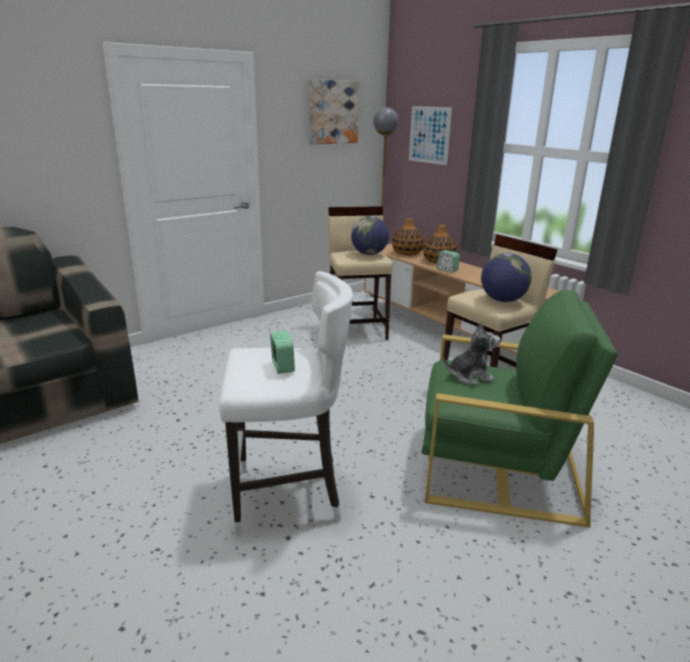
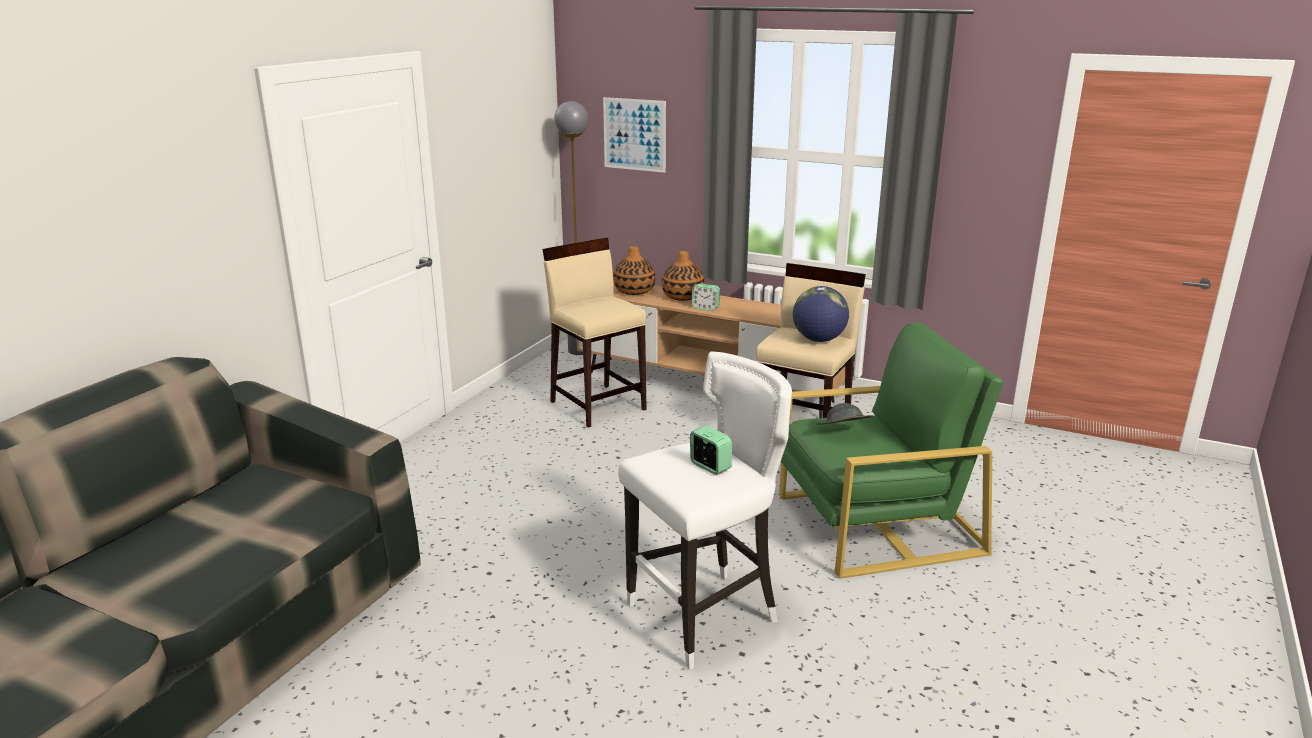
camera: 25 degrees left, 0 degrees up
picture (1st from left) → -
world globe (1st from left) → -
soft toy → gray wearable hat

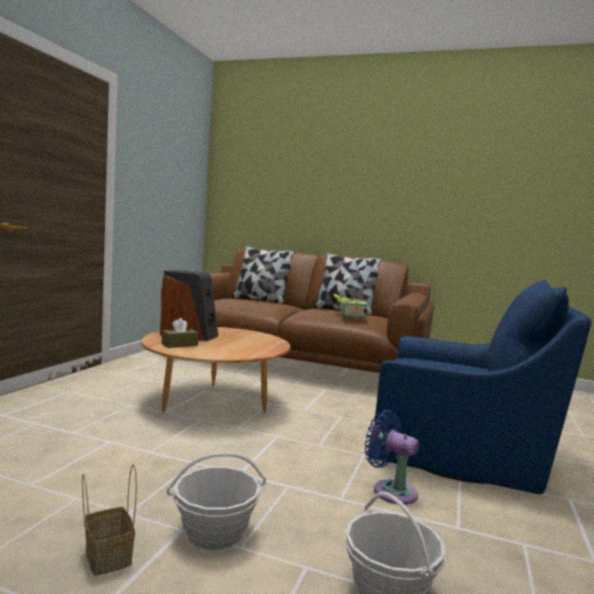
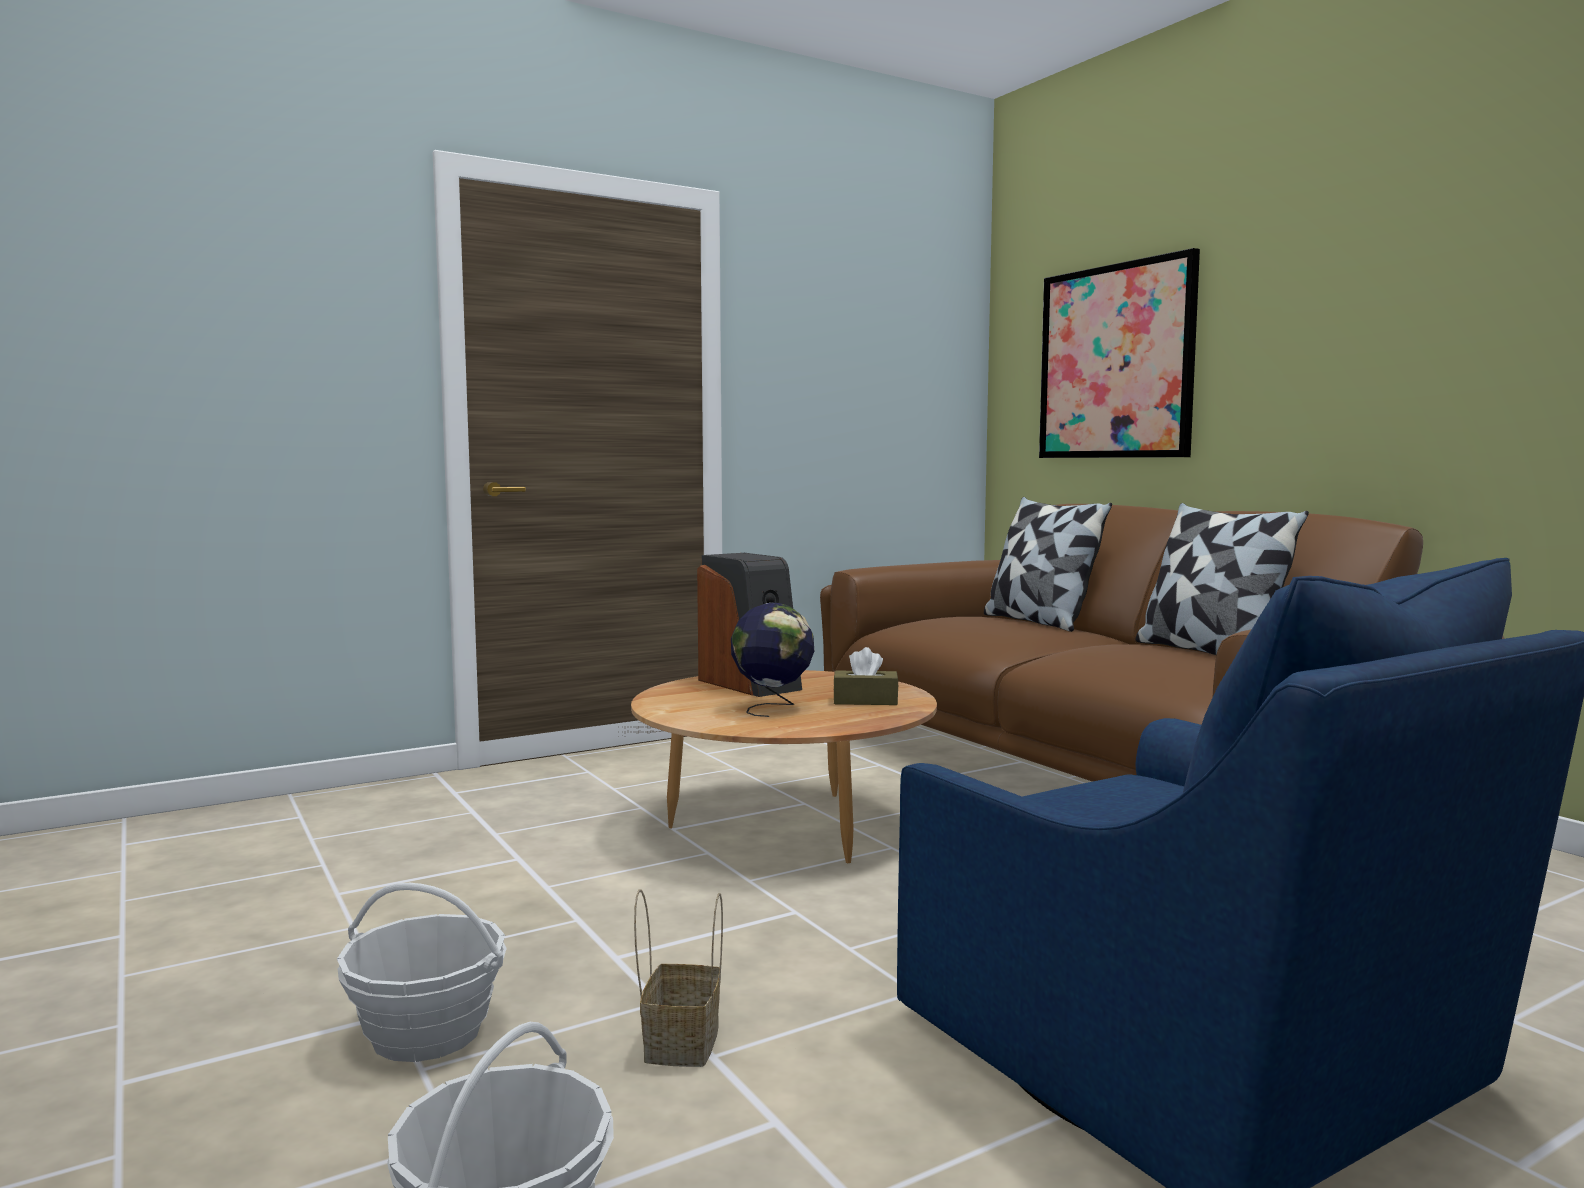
camera: 40 degrees right, 0 degrees up
book → -
blue electric fan → -
- → world globe
- → picture
household basket (1st from left in the first image) → household basket (3rd from left), move
brownish tissue holder, move

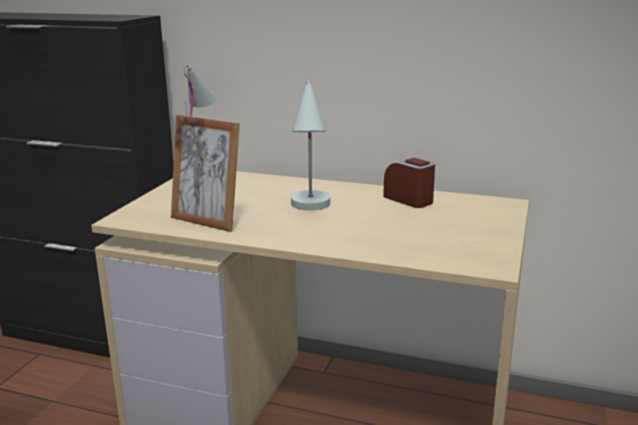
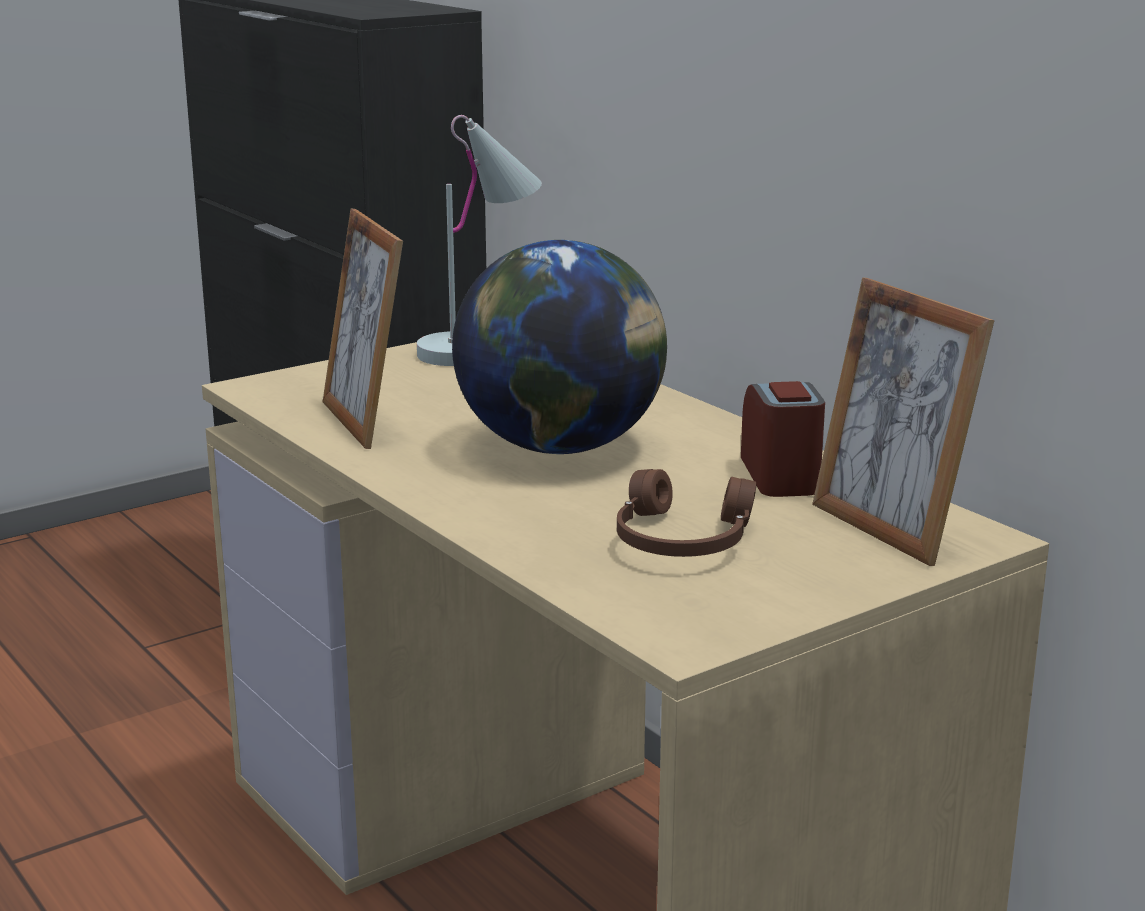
camera: 35 degrees right, 0 degrees up
- → brownish pair of headphones
- → photo frame (2nd from left)
white-coloured lamp for a table (2nd from left) → world globe

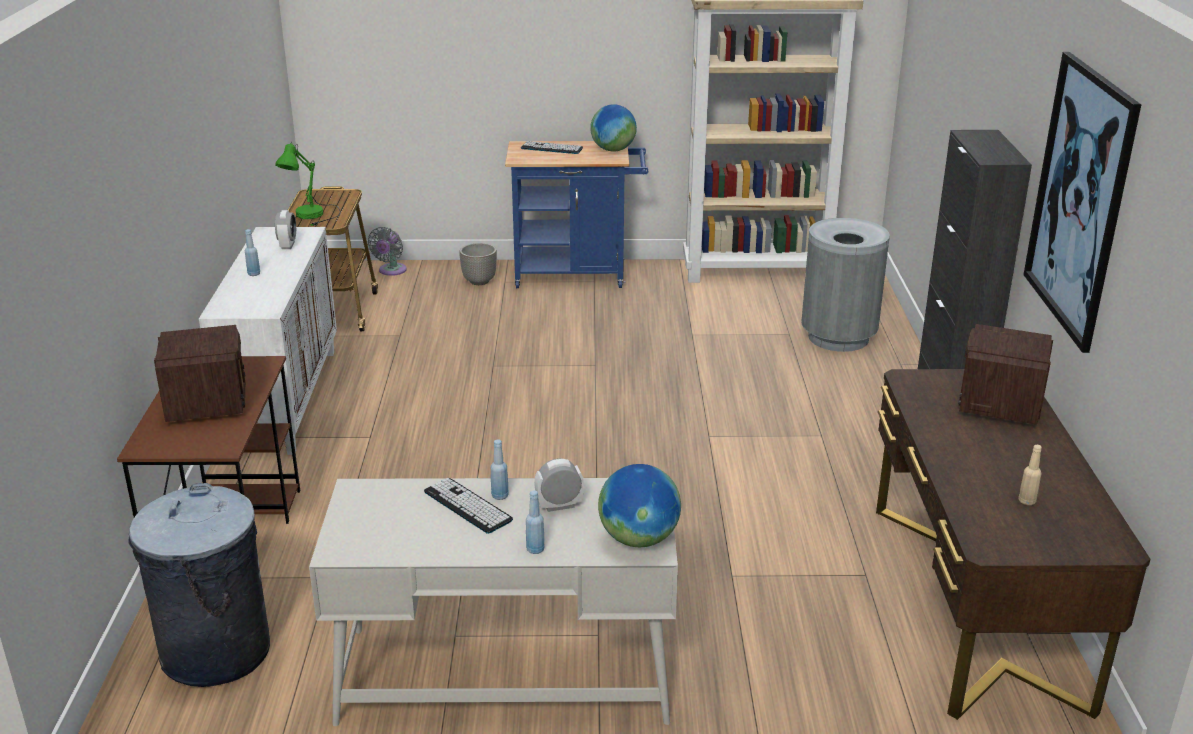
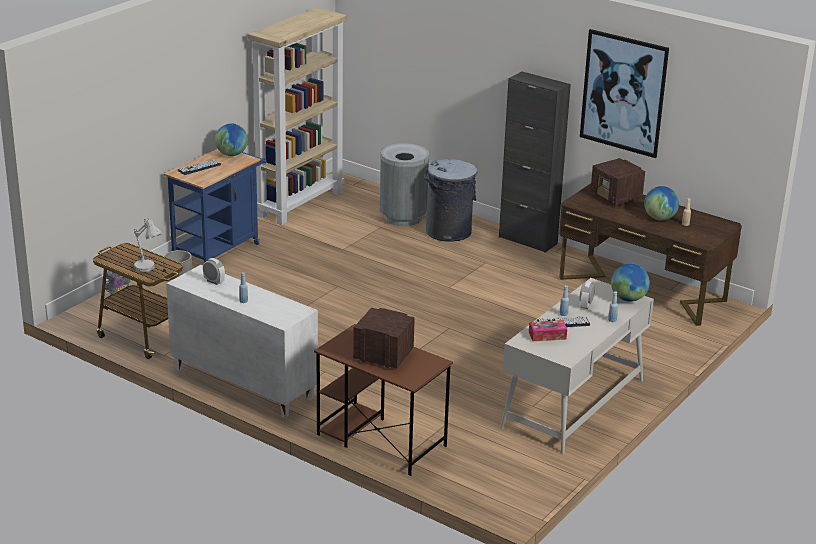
camera: 55 degrees left, 0 degrees up
- → tissue holder
- → world globe (3rd from left)
gray waste bin (1st from left in the first image) → gray waste bin (2nd from left), move
green-coloured lamp for a table → white-coloured lamp for a table

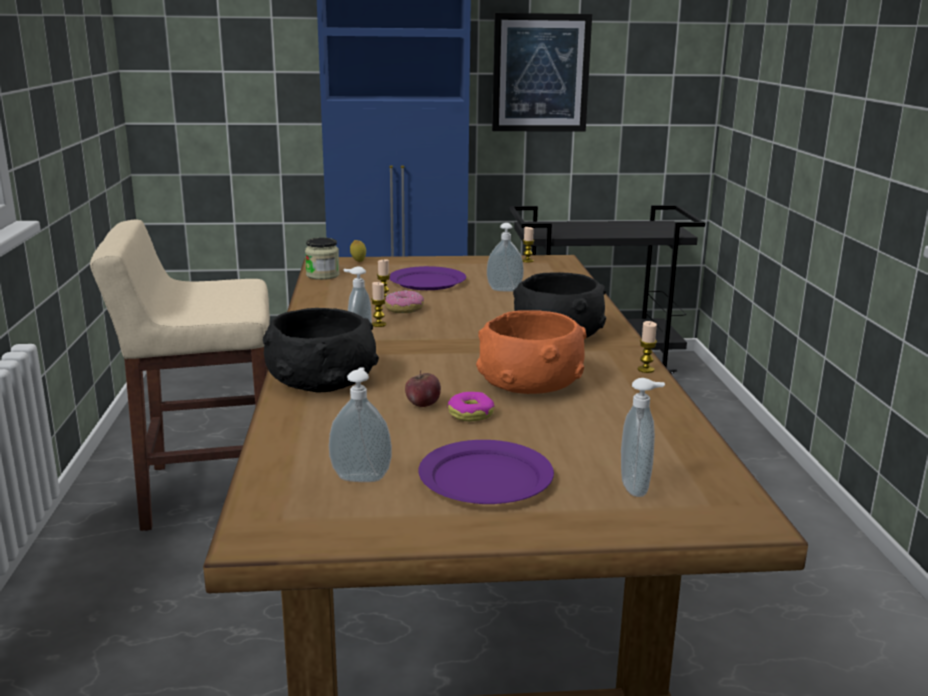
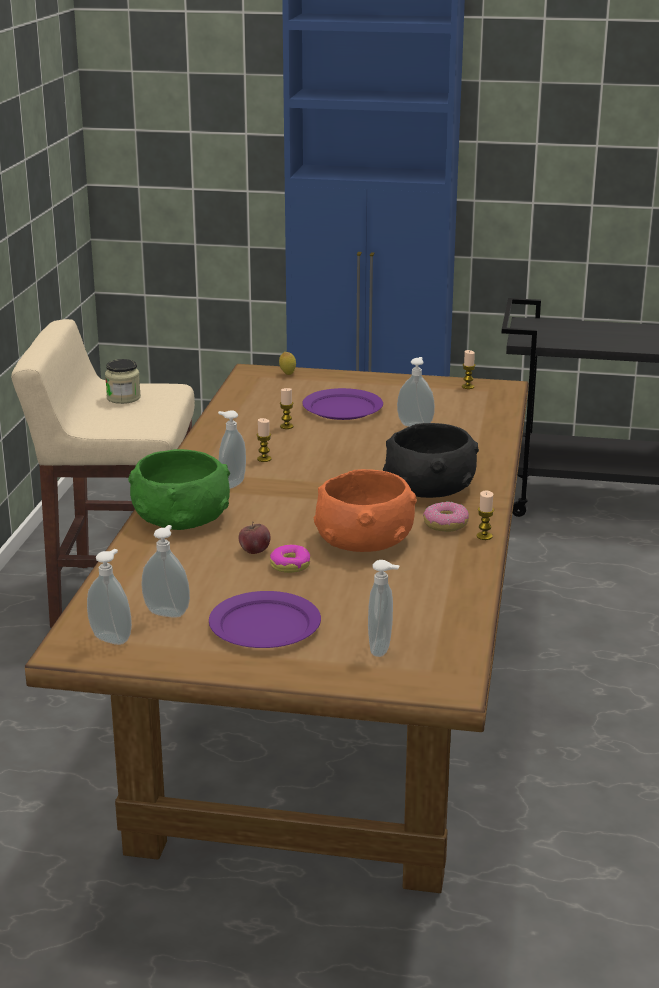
camera: 15 degrees right, 5 degrees up
picture → -
- → soap bottle (1st from left)
storage jar, move
donut (1st from left in the first image) → donut (2nd from left), move
black bowl (1st from left) → green-coloured bowl

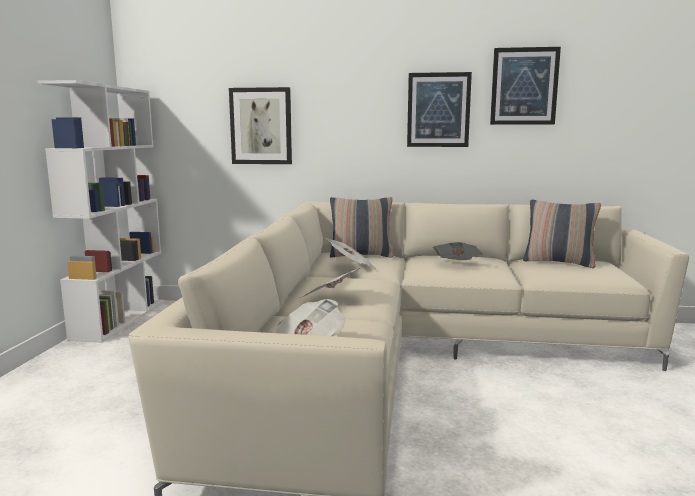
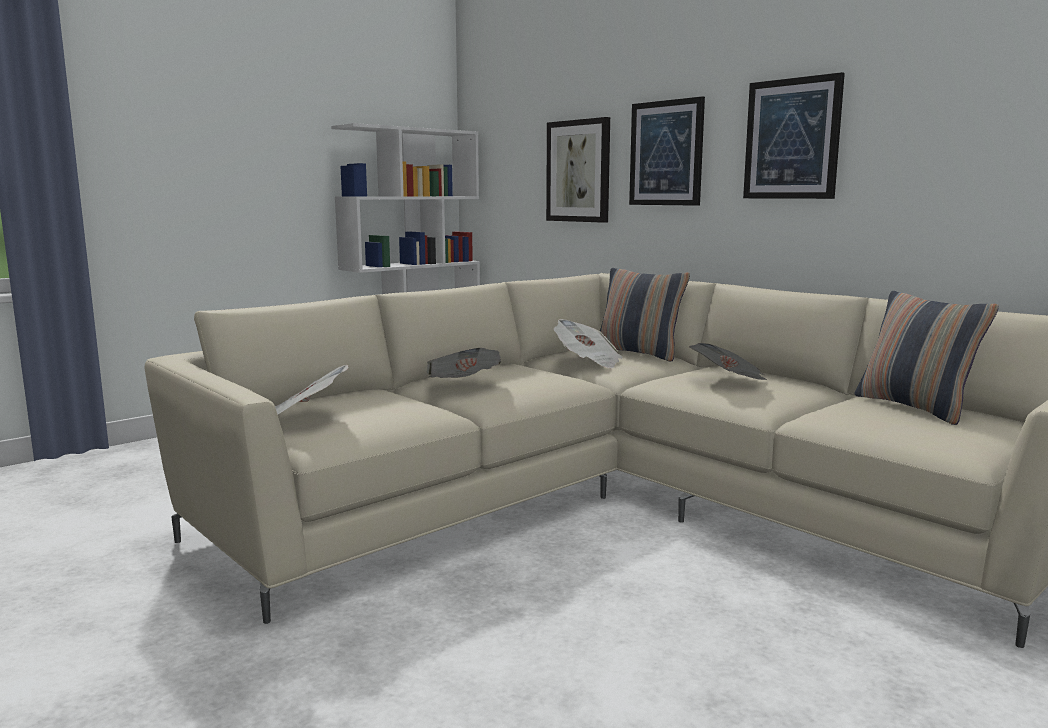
camera: 40 degrees right, 0 degrees up
picture (3rd from left in the first image) → picture (2nd from left), move

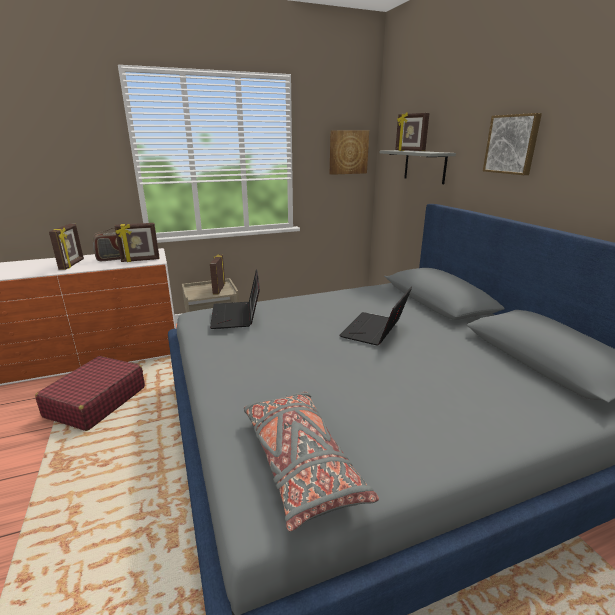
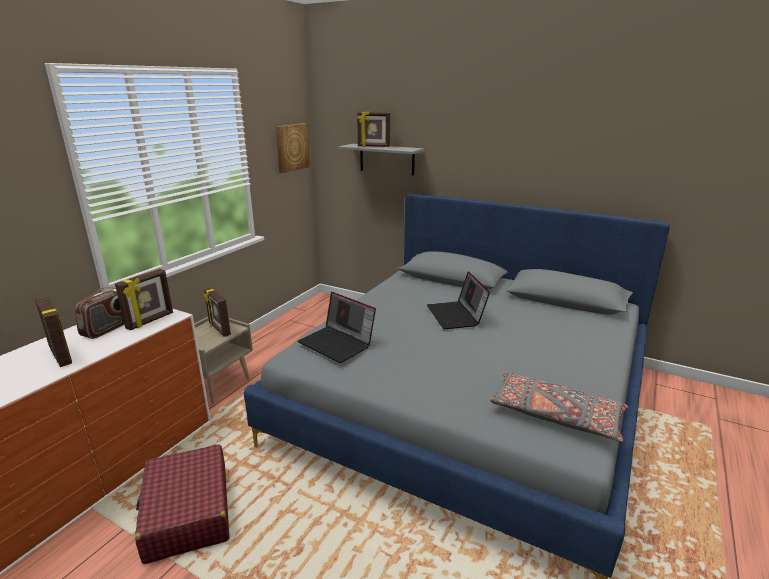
camera: 40 degrees left, 0 degrees up
picture (2nd from left) → -

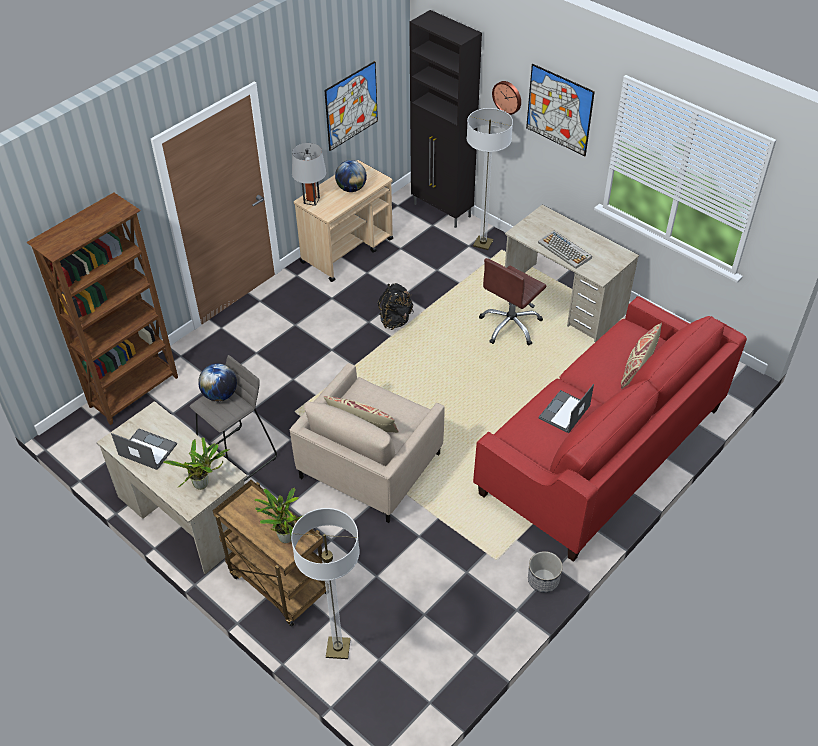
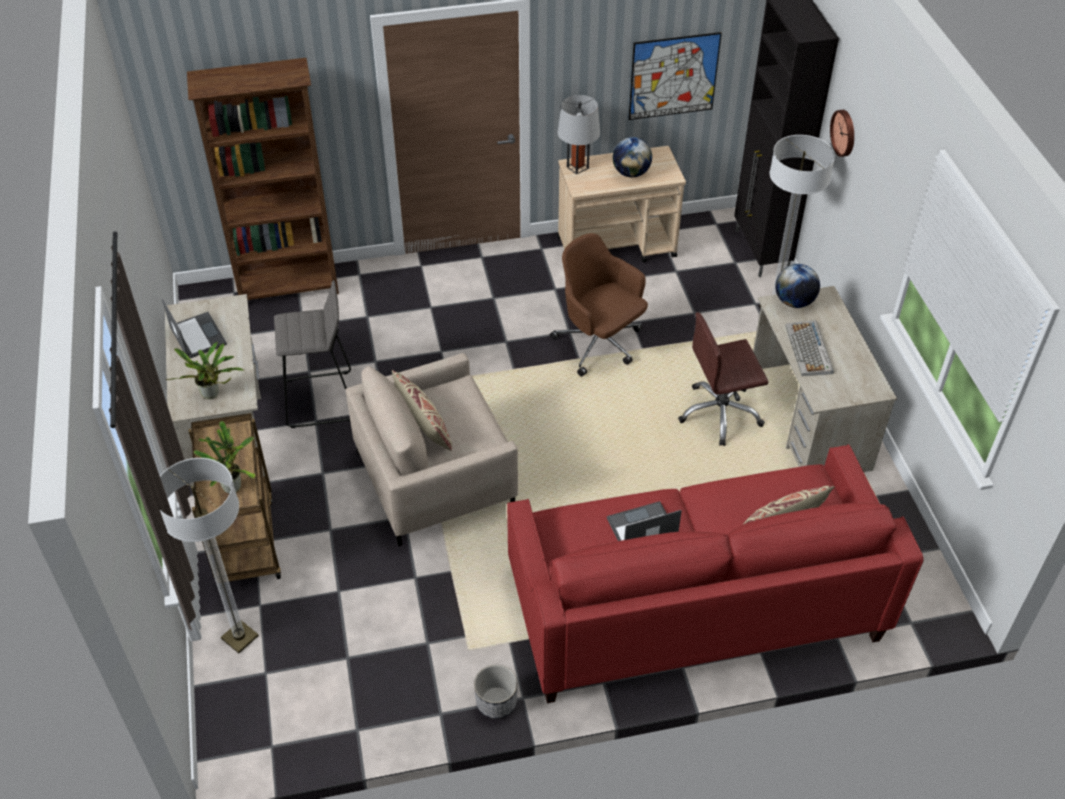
camera: 35 degrees right, 0 degrees up
picture (2nd from left) → -
world globe (1st from left in the first image) → world globe (2nd from left), move
black rucksack → brownish office chair (1st from left)

